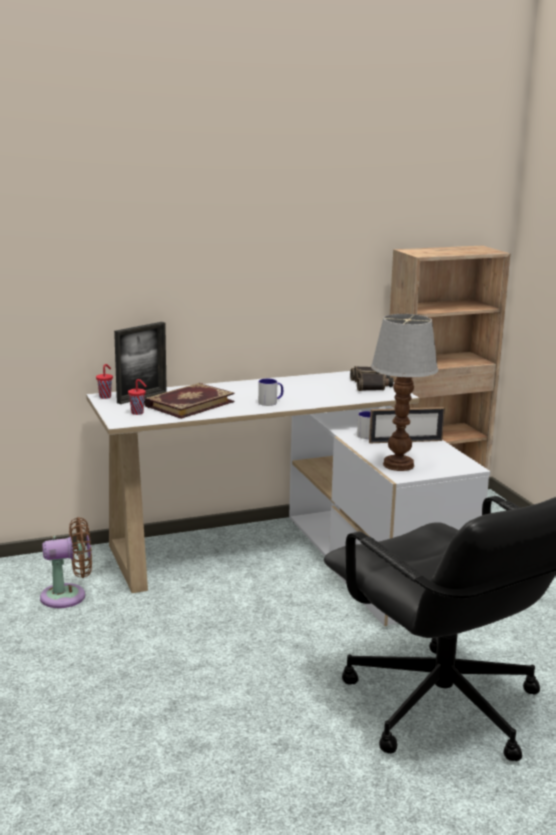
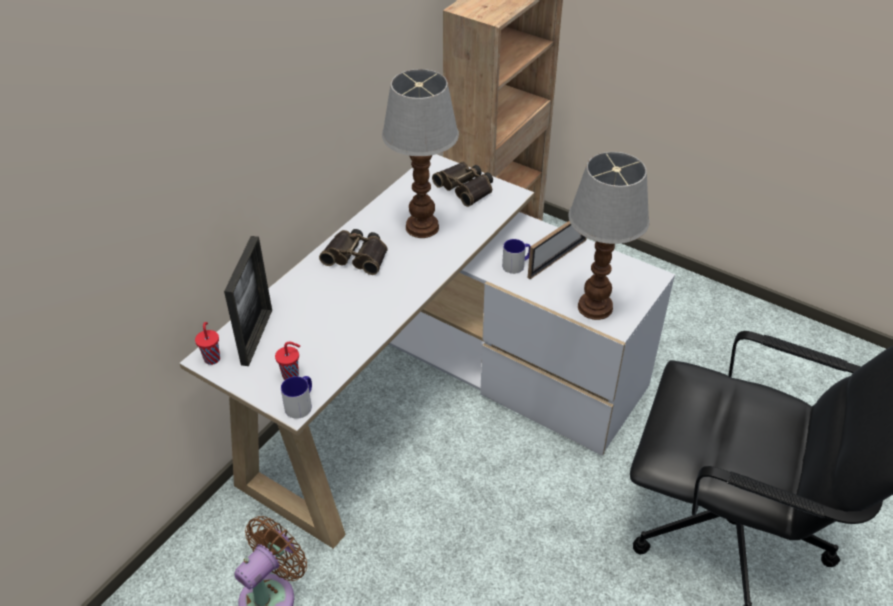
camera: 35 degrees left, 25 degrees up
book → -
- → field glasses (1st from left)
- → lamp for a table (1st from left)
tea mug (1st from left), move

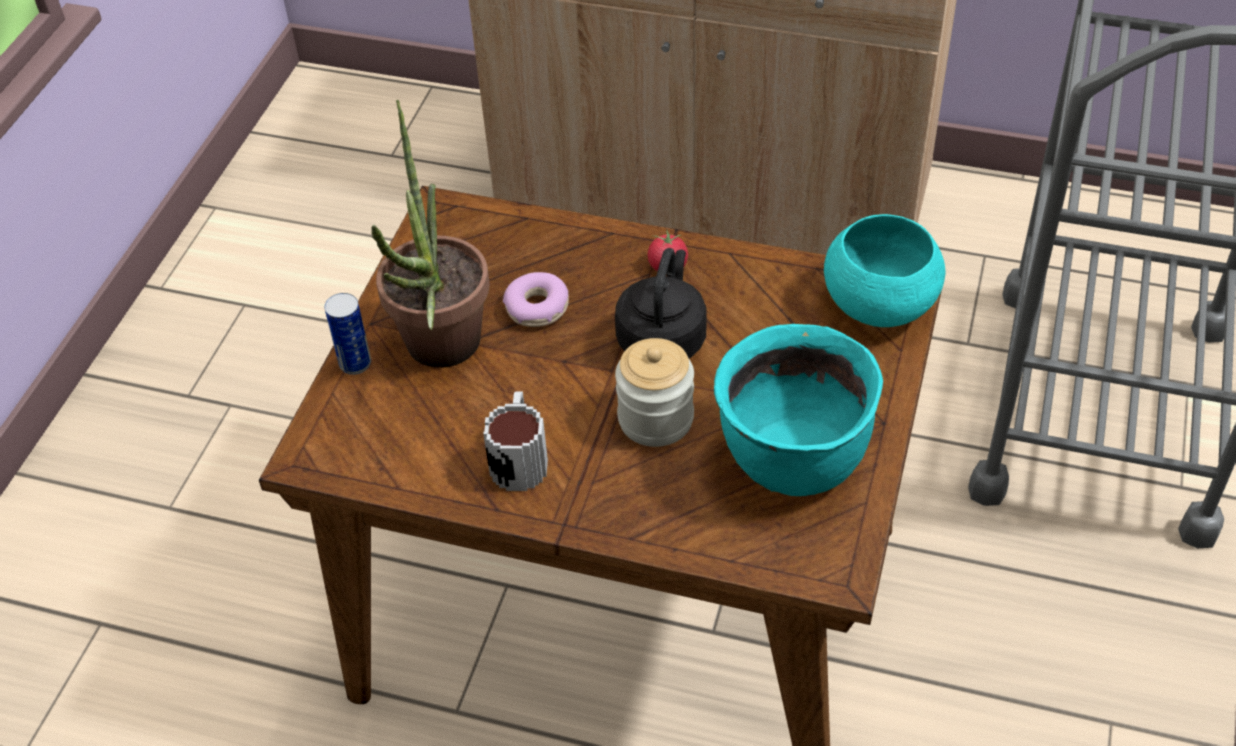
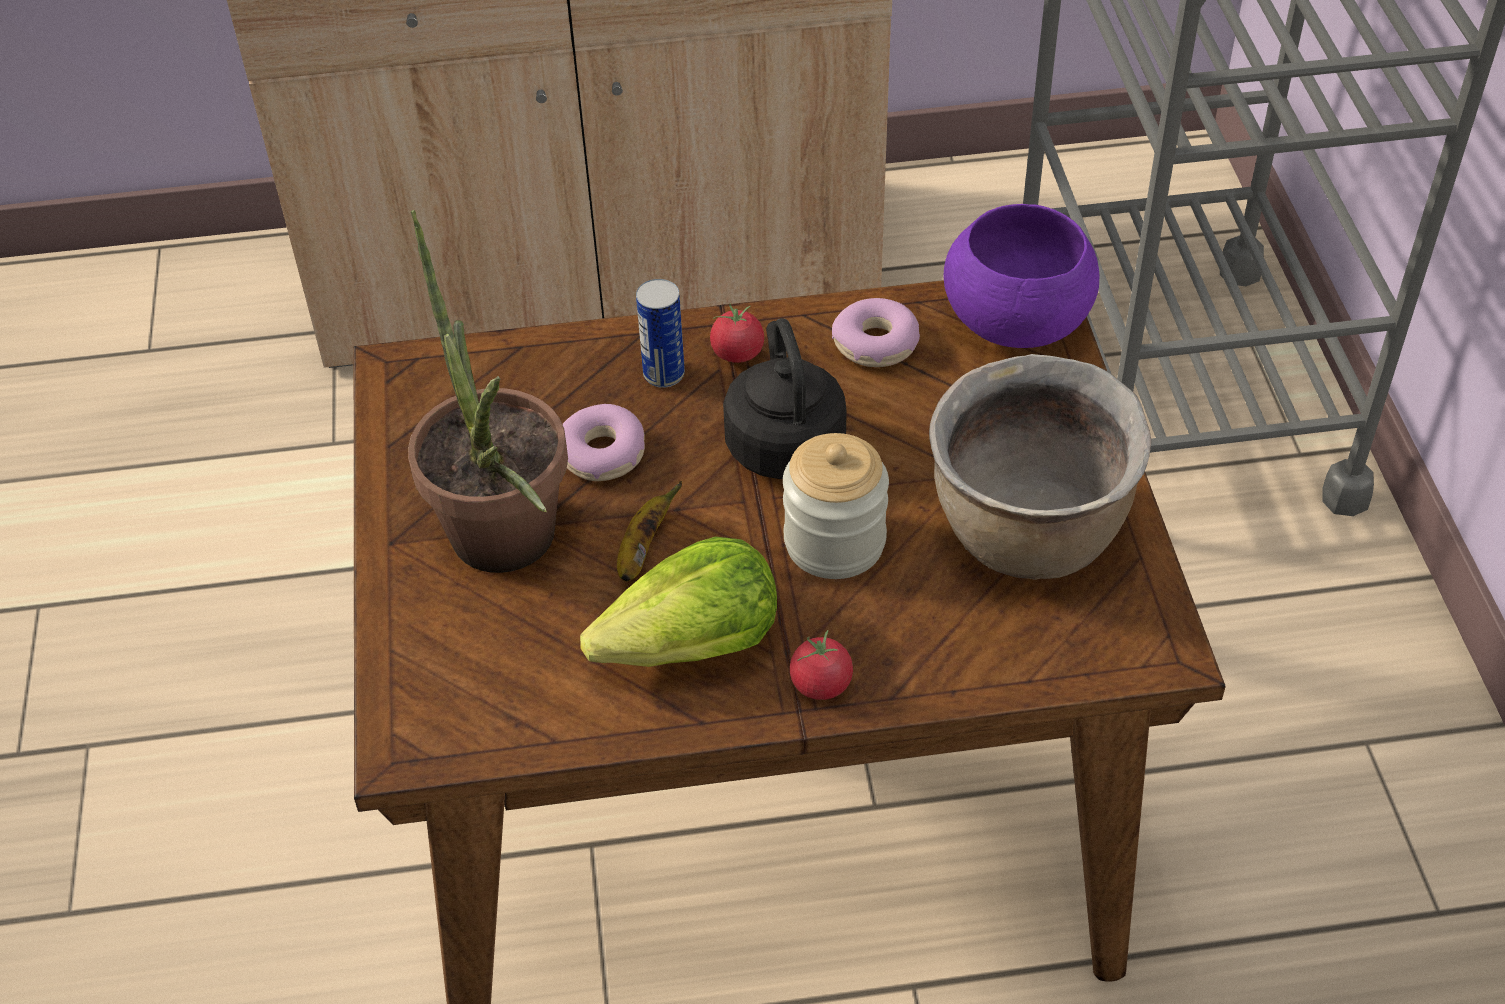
camera: 25 degrees left, 0 degrees up
- → banana fruit
- → tomato (2nd from left)
- → donut (2nd from left)
can, move
tea mug → head of lettuce
turquoise-coloured saucepot → brownish saucepot
turquoise-coloured bowl → purple bowl

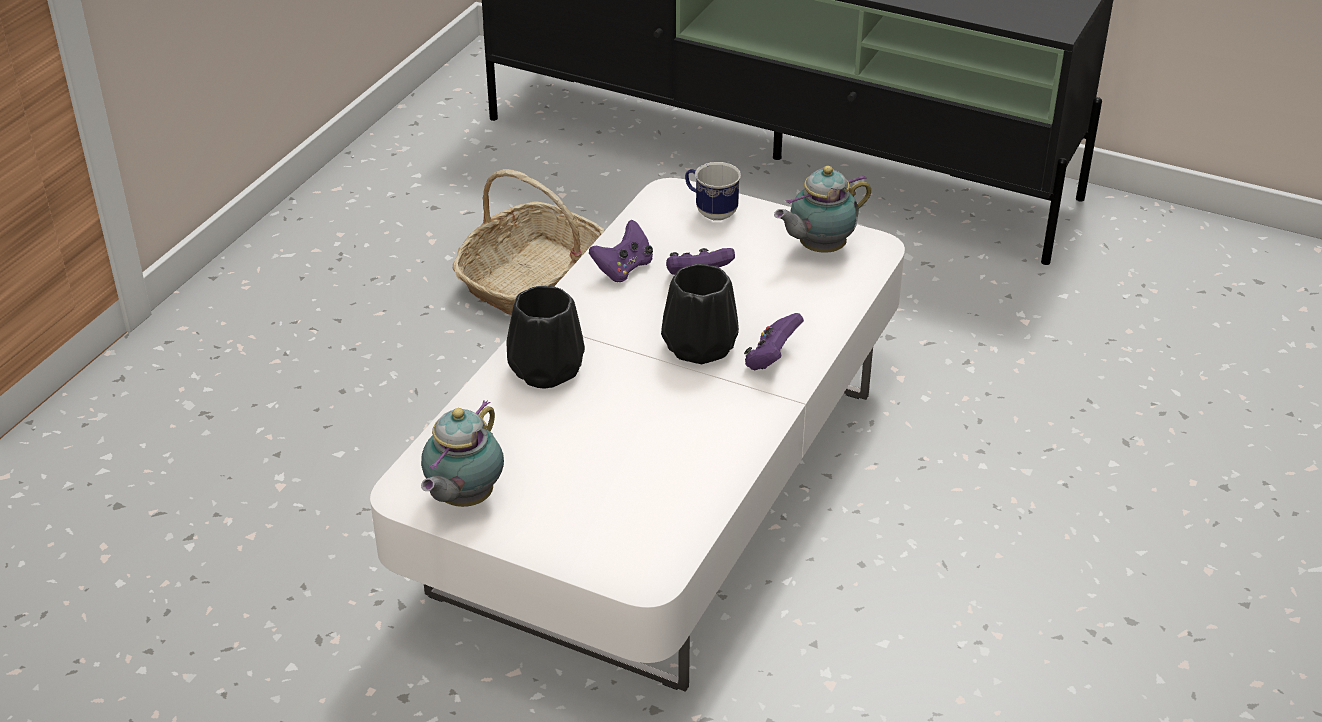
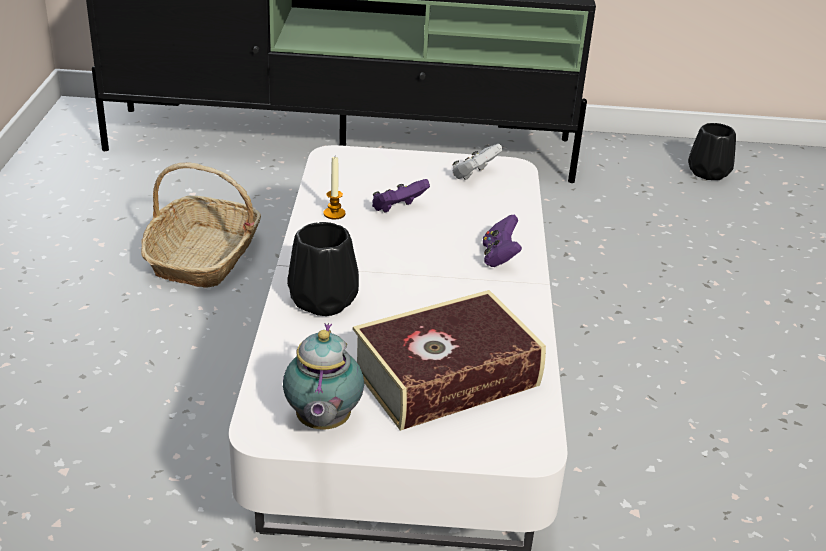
camera: 25 degrees left, 5 degrees down
tea mug → -
- → book
black decorative vase (2nd from left), move
purple game controller (1st from left) → candle
tea pot (2nd from left) → white-coloured game controller

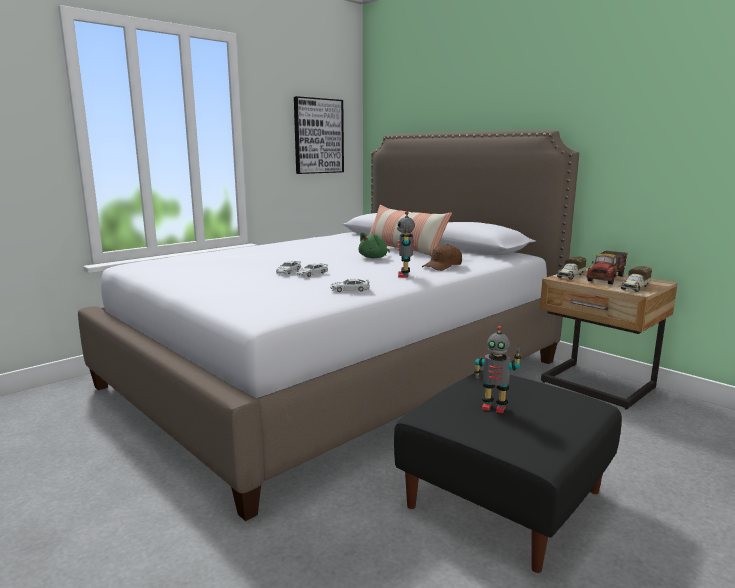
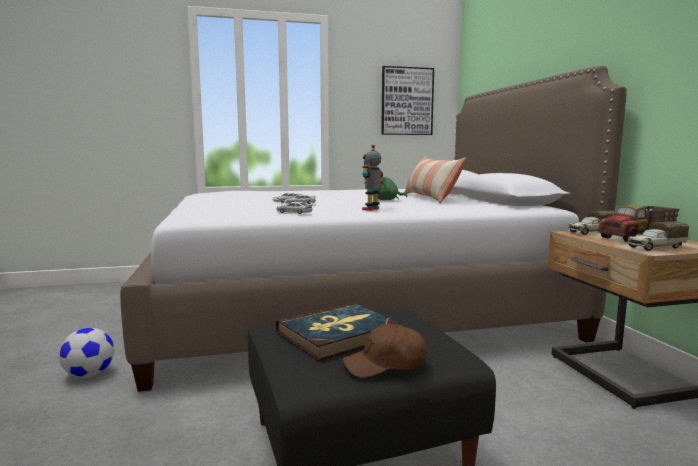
camera: 30 degrees right, 5 degrees down
- → football
brownish baseball cap, move
model robot (2nd from left) → book

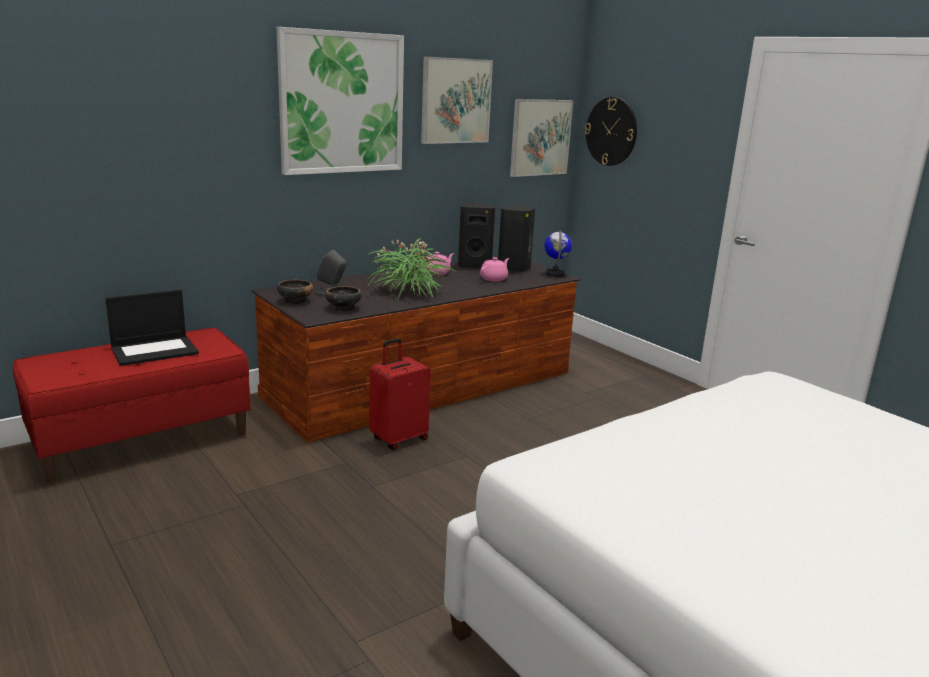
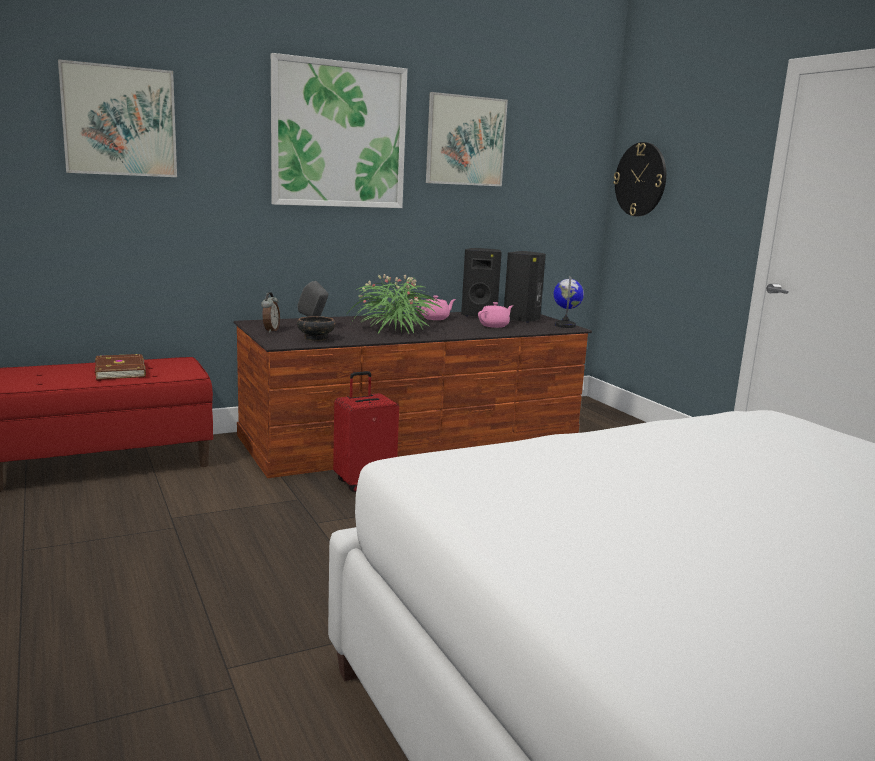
camera: 10 degrees right, 5 degrees down
picture (3rd from left in the first image) → picture (1st from left), move
laptop → brownish book
bowl (1st from left) → table clock

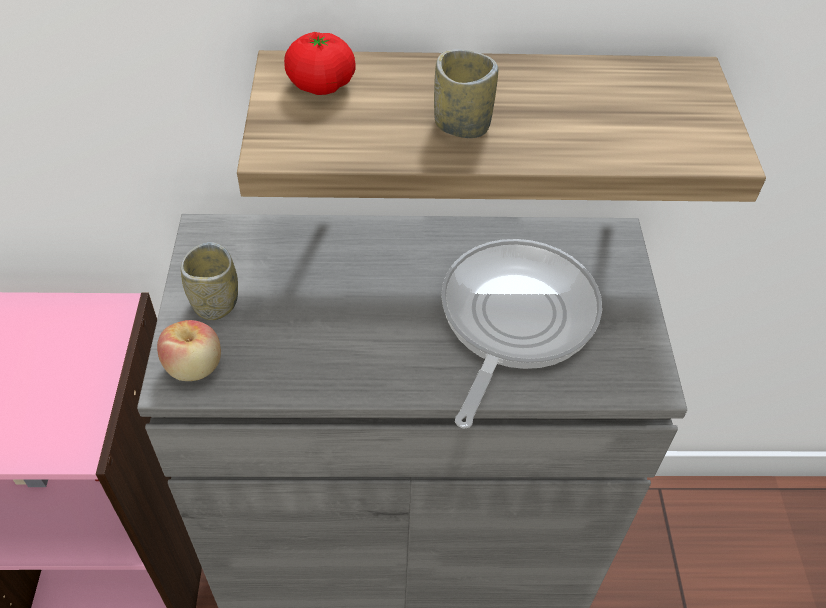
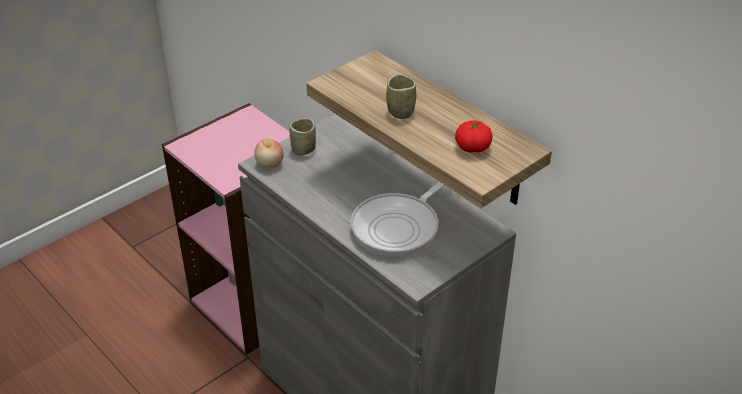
camera: 50 degrees right, 10 degrees down
tomato, move
skillet, 150 degrees clockwise

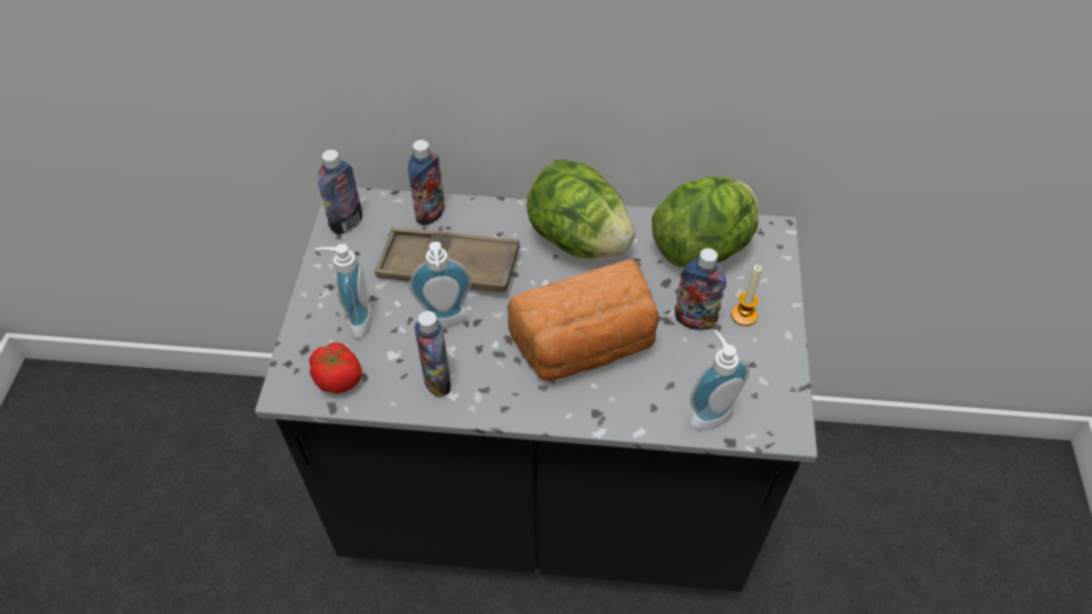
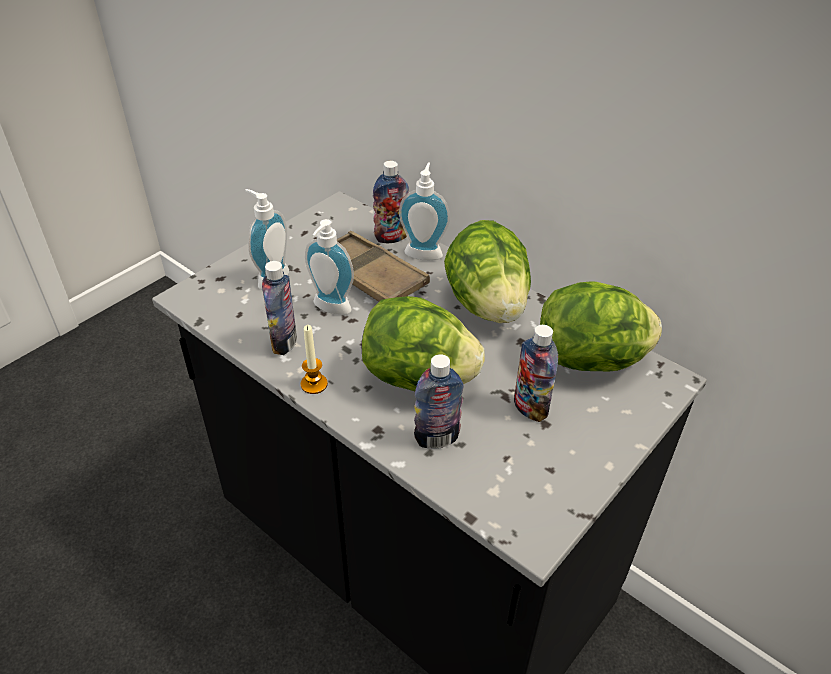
camera: 35 degrees right, 10 degrees down
tomato → -
beverage bottle (1st from left in the first image) → beverage bottle (3rd from left), move
soap bottle (3rd from left), move
candle, move
baked bread → head of lettuce (1st from left)

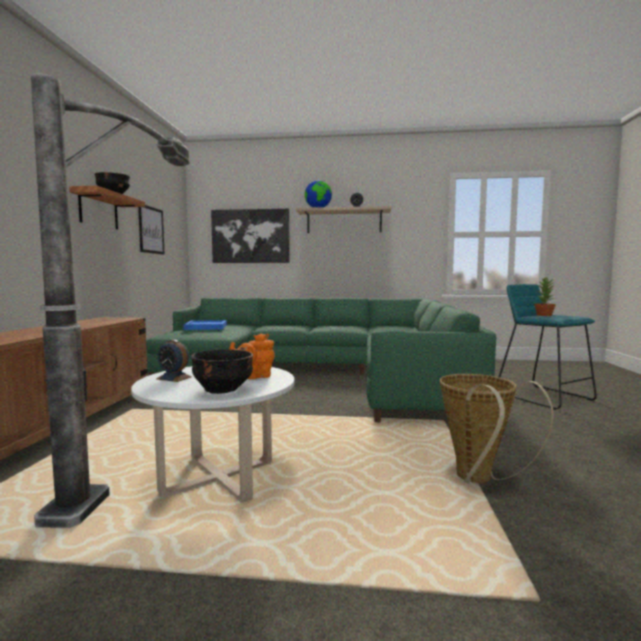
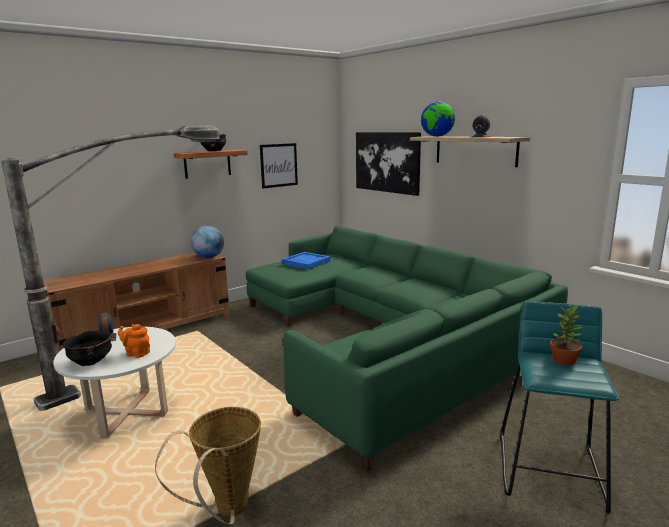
camera: 45 degrees right, 10 degrees up
- → world globe (1st from left)

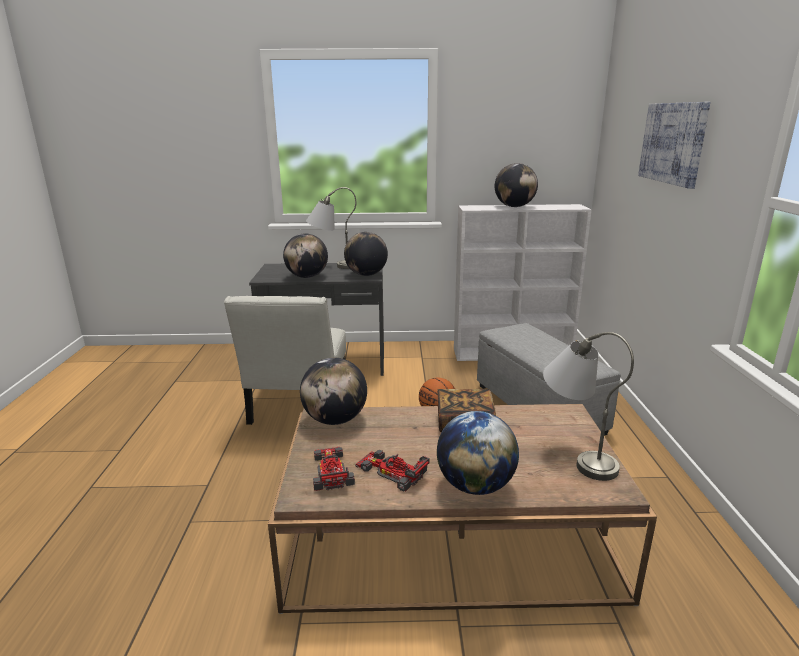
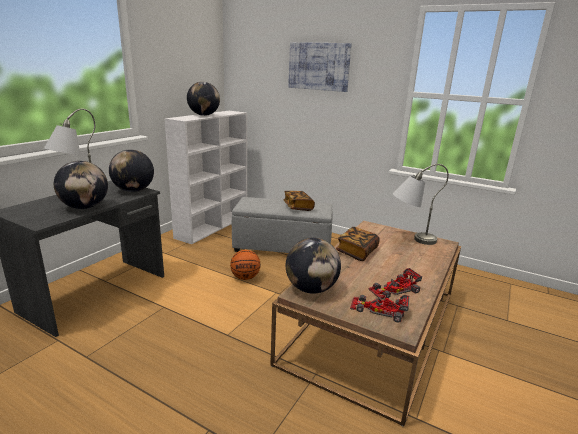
camera: 60 degrees left, 0 degrees up
white-coloured chair → -
world globe (4th from left) → -
- → book (1st from left)

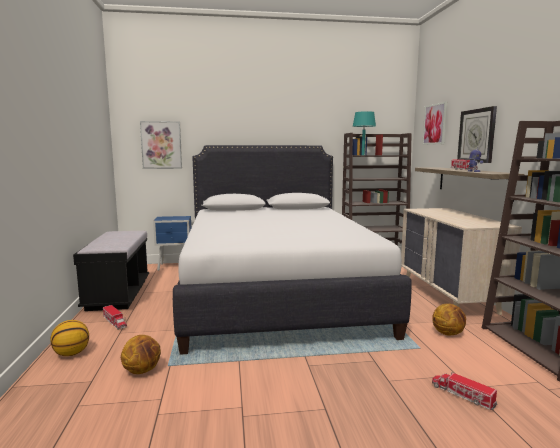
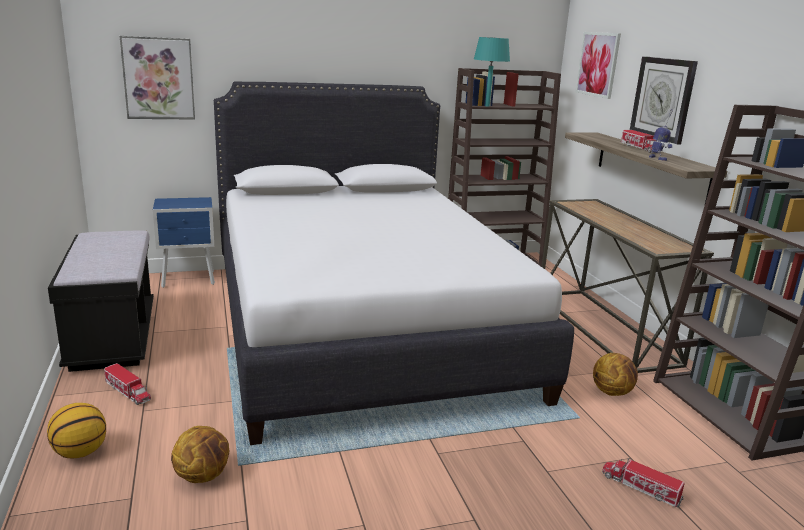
camera: 10 degrees left, 10 degrees up
sand-coloured dresser → hall table

